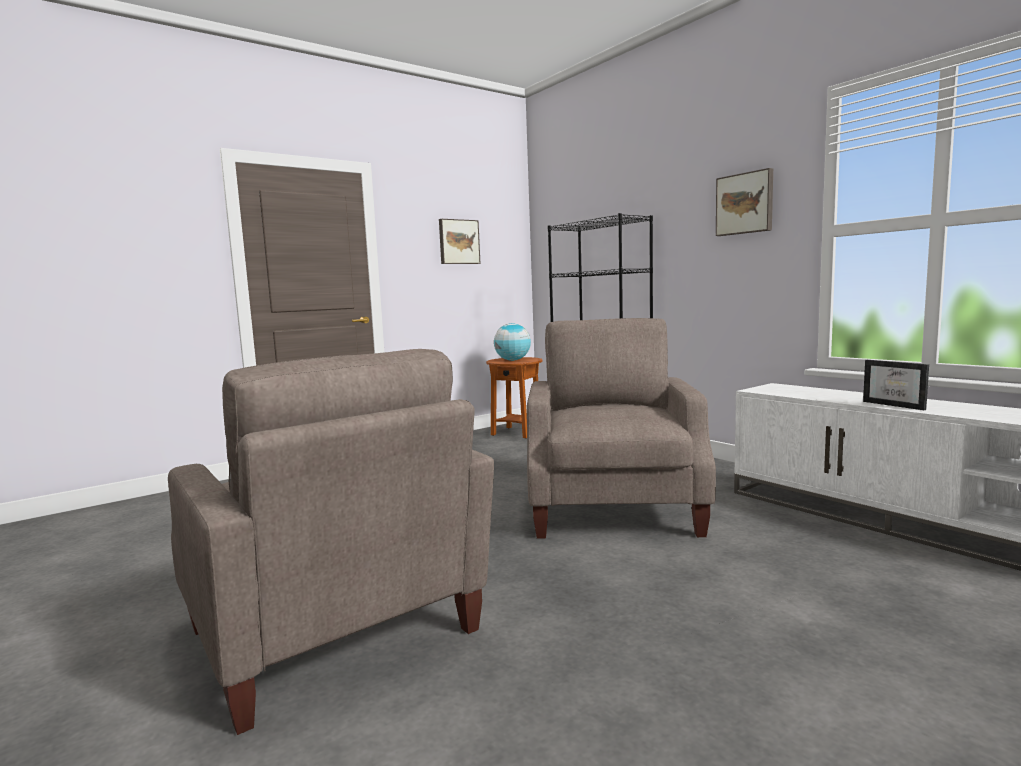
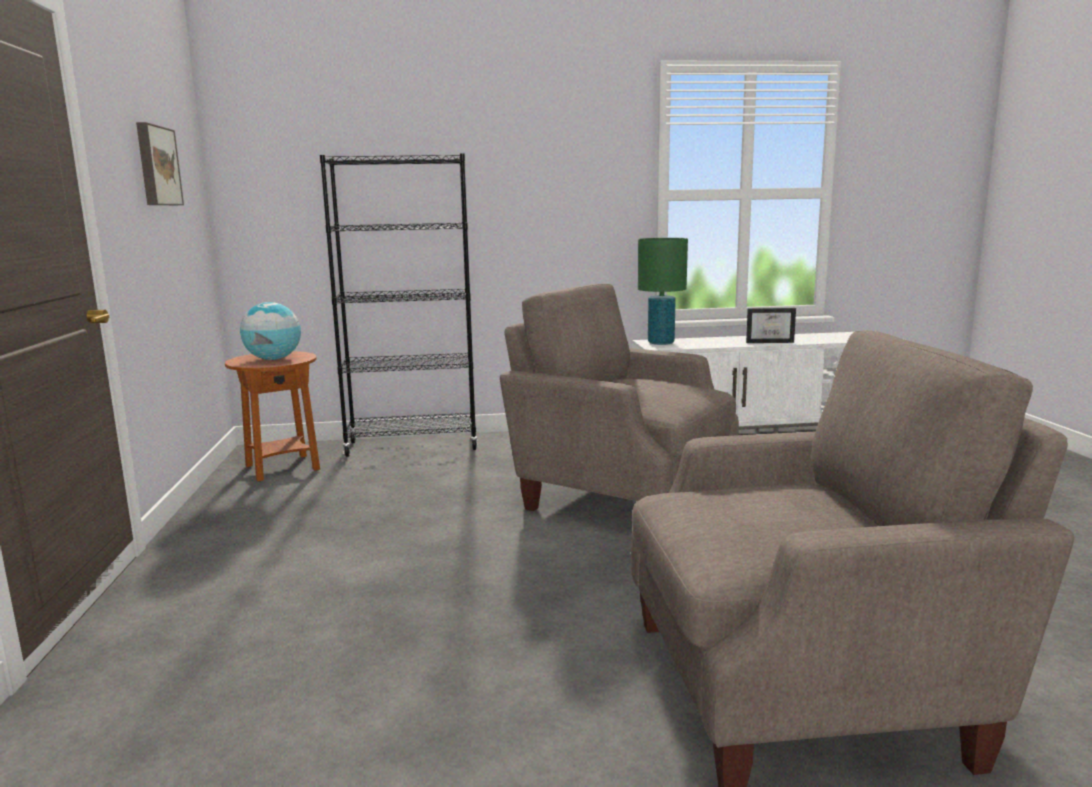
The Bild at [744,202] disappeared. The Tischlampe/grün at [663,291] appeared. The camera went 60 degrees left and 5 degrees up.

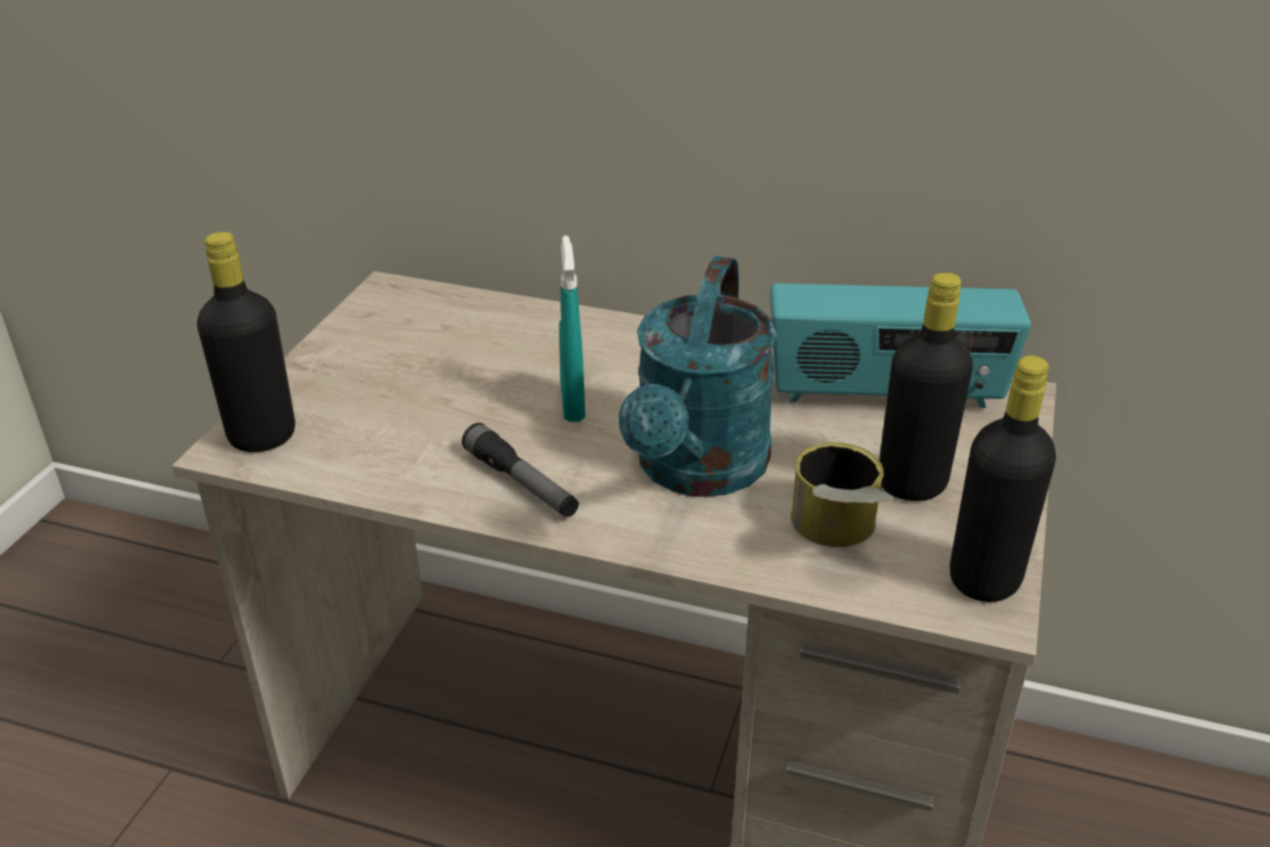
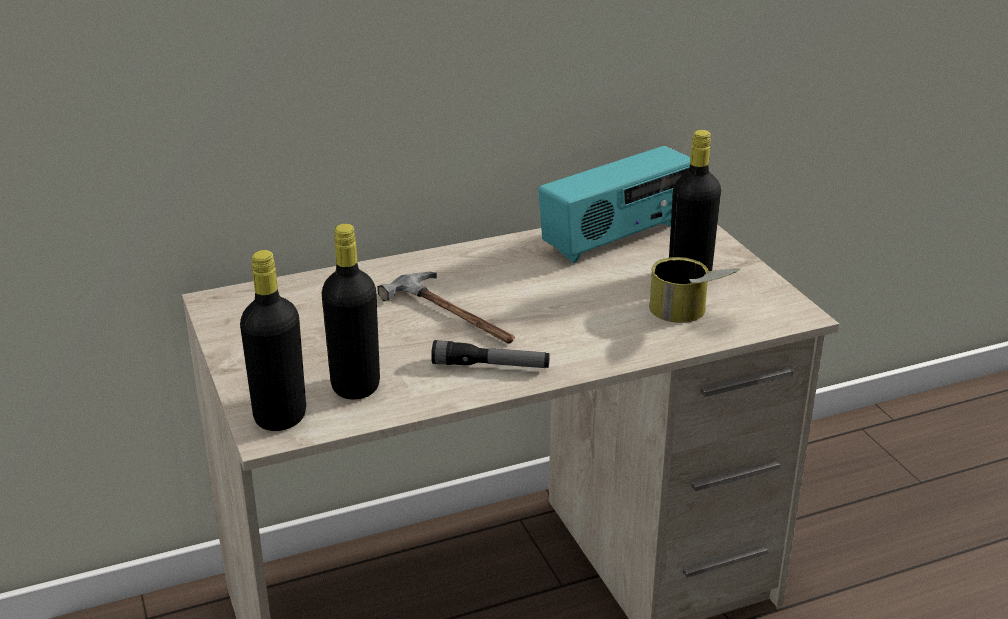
The Sprühflasche/türkis at [572,328] was replaced by the Hammer at [446,308]. The Gießkanne/türkis at [698,376] disappeared. The Flasche/schwarz moved from [1003,479] to [351,312]. The camera went 40 degrees left and 5 degrees down.

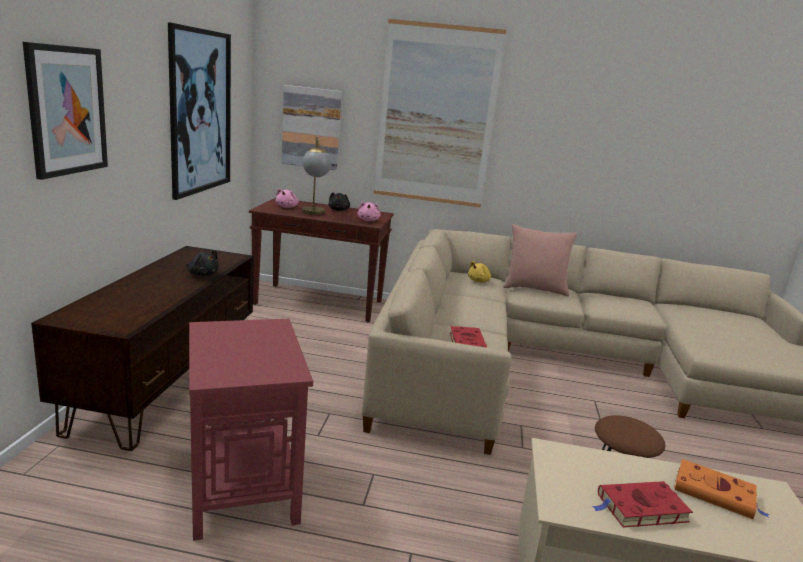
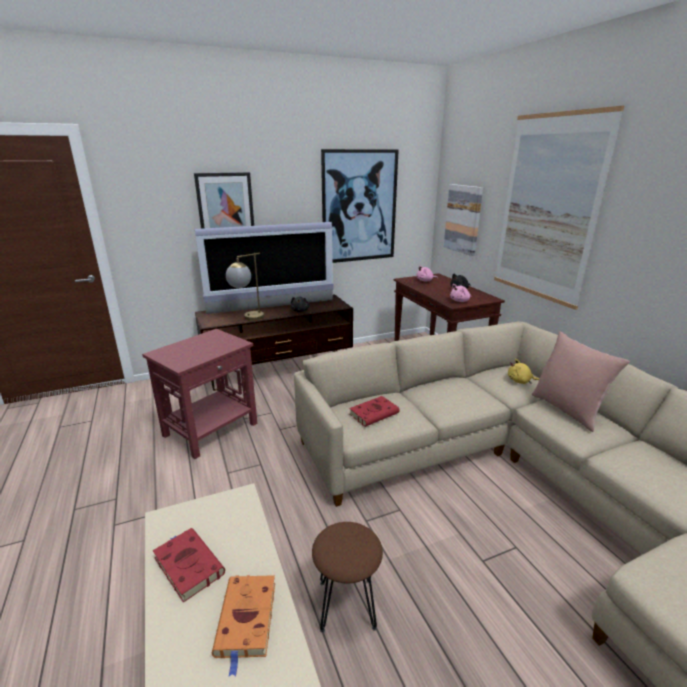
The Tischlampe moved from [316,176] to [245,287]. The Fernseher at [264,268] appeared. The camera went 60 degrees right and 5 degrees up.

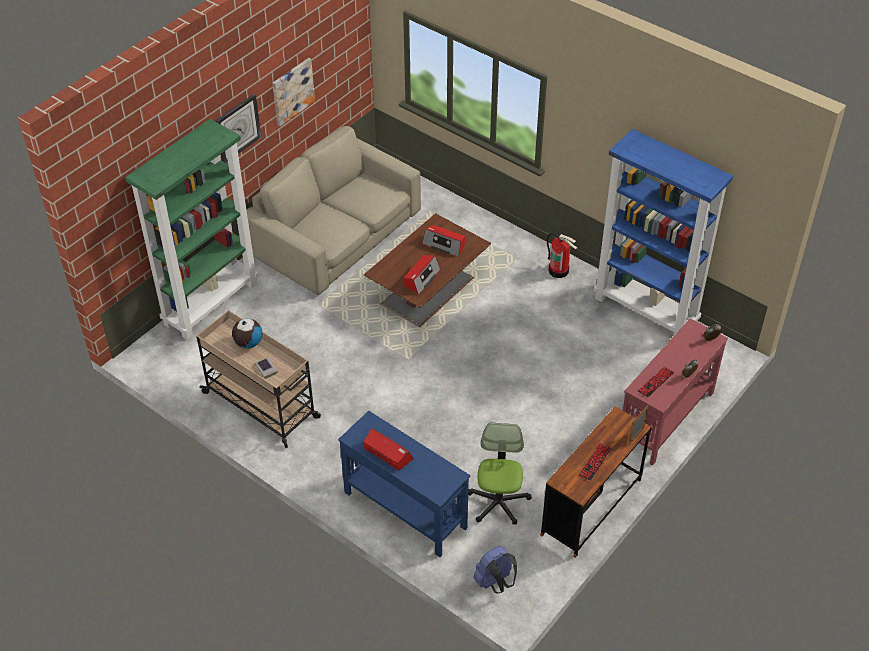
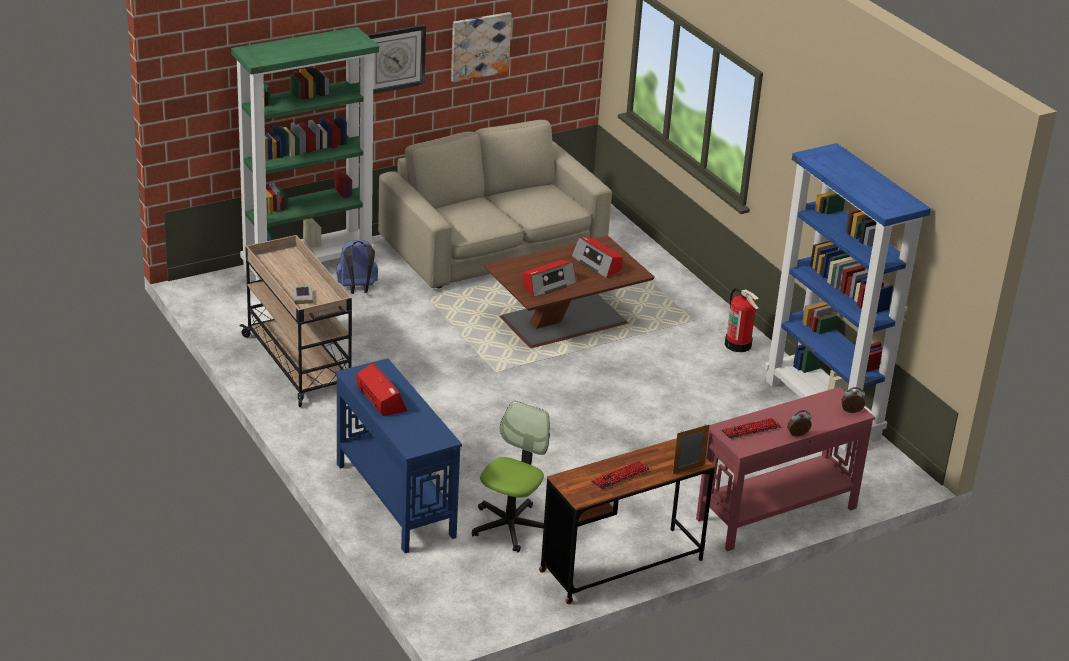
The Globus at [247,333] disappeared. The Rucksack/blau moved from [495,570] to [357,267]. The camera went 20 degrees right and 15 degrees down.

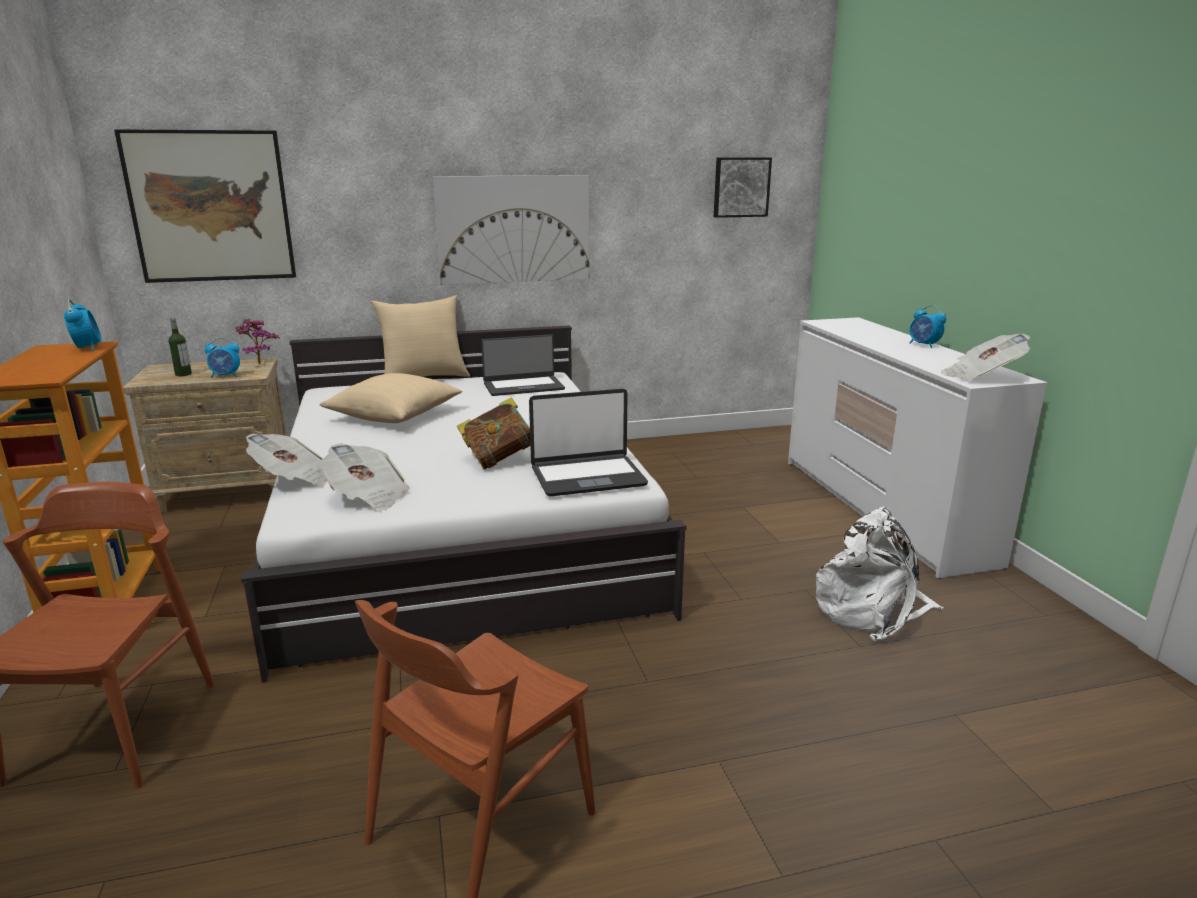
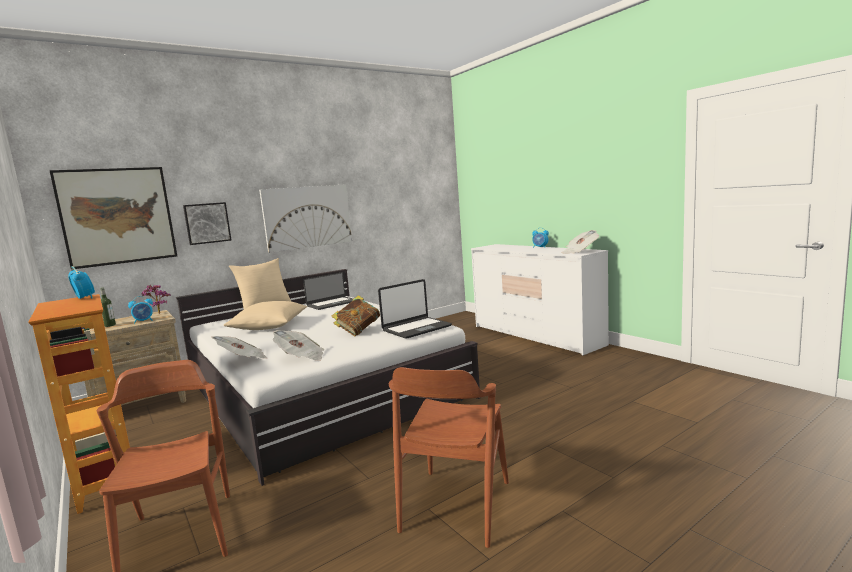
The Bild moved from [743,187] to [207,223]. The Rucksack/weiß at [880,574] disappeared. The camera went 20 degrees left and 10 degrees down.

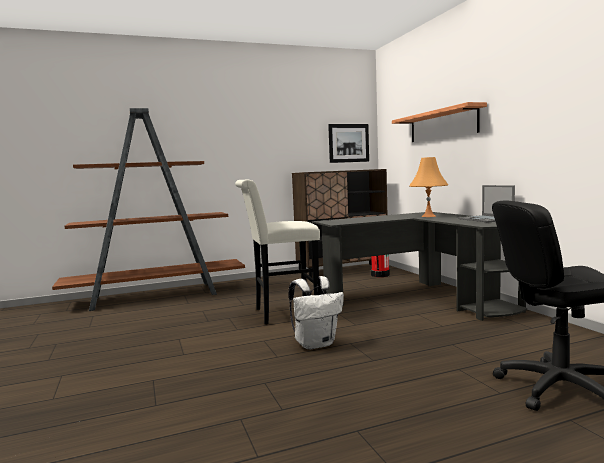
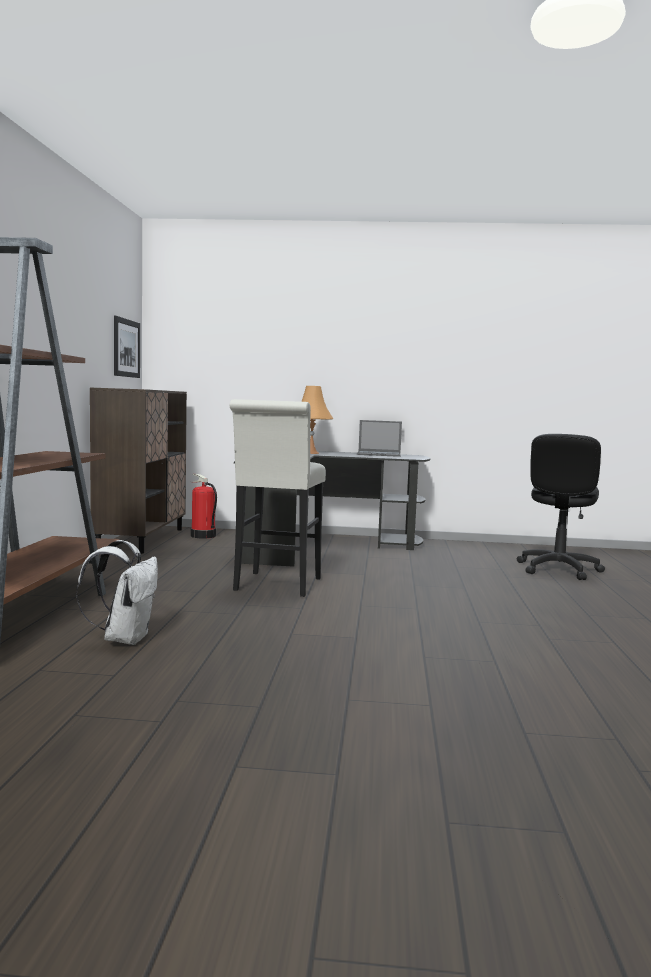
The Rucksack/weiß moved from [316,313] to [117,592]. The Wandregal at [439,122] disappeared. The camera went 65 degrees left and 0 degrees up.

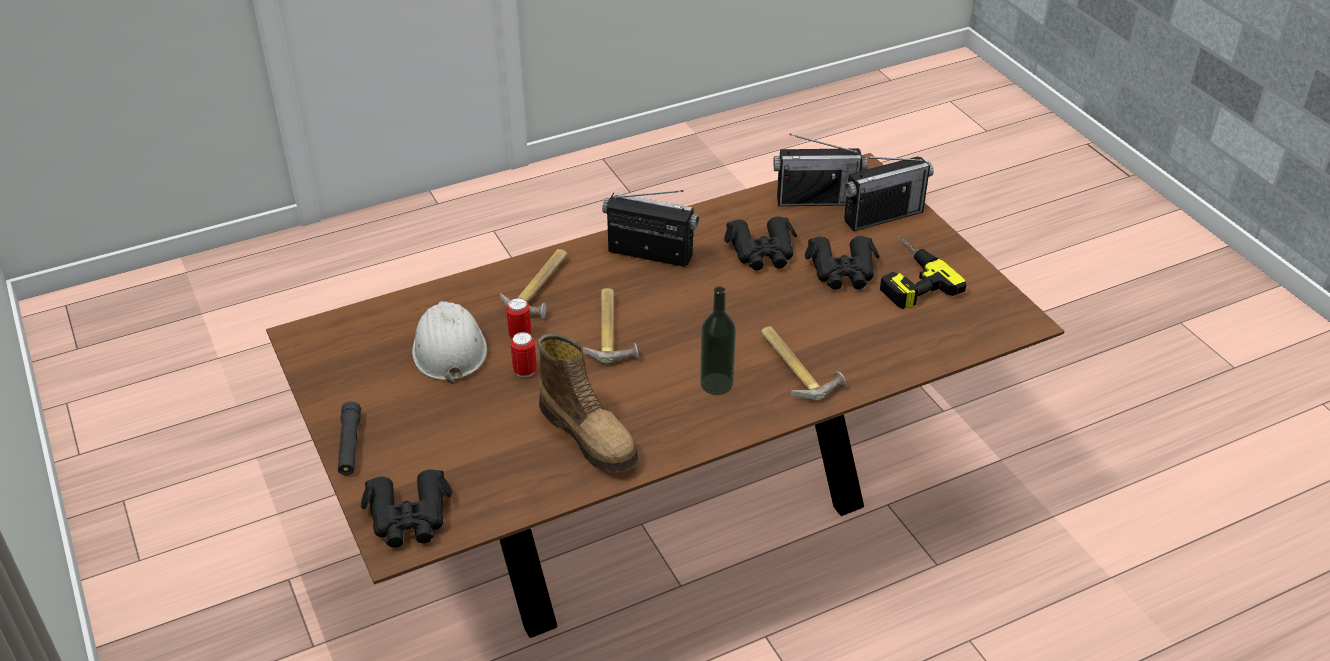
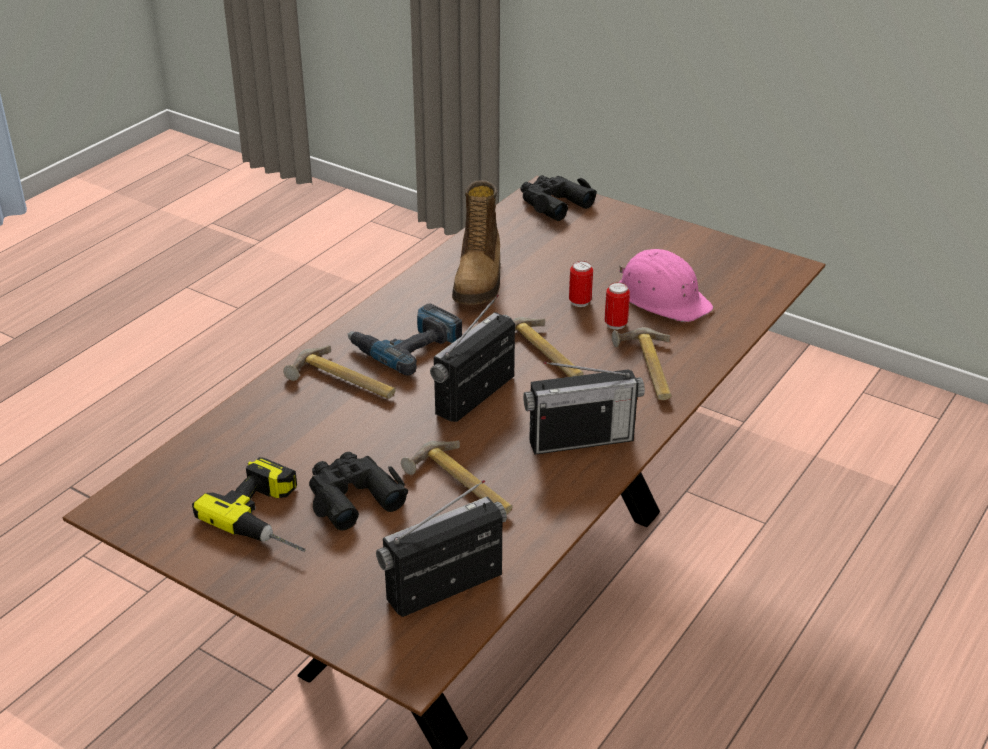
The Taschenlampe/schwarz at [349,438] disappeared. The Schutzhelm/weiß at [449,342] became the Schutzhelm/rosa at [666,285]. The Stiefel at [587,403] turned 105 degrees counterclockwise. The Flasche at [718,340] was replaced by the Bohrmaschine at [404,339]. The Fernglas/schwarz at [760,243] was replaced by the Hammer at [457,478]. The Radio moved from [889,193] to [472,358]. The camera went 150 degrees right and 5 degrees down.

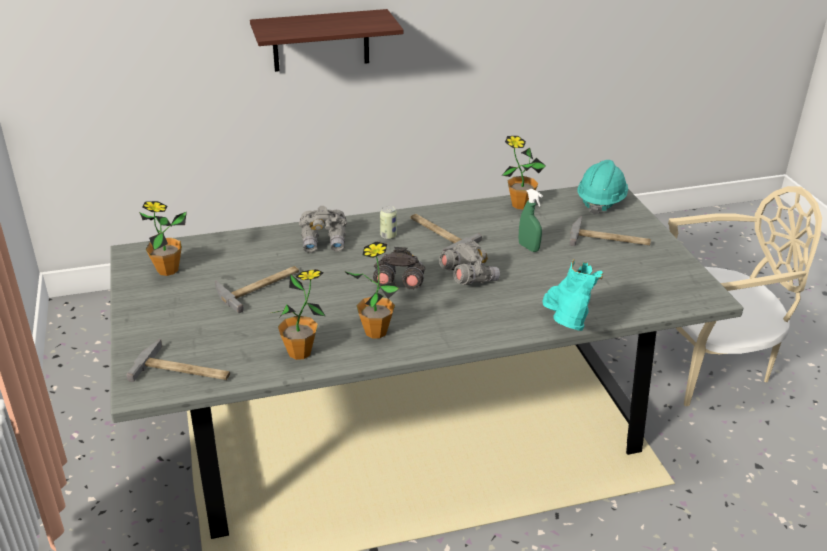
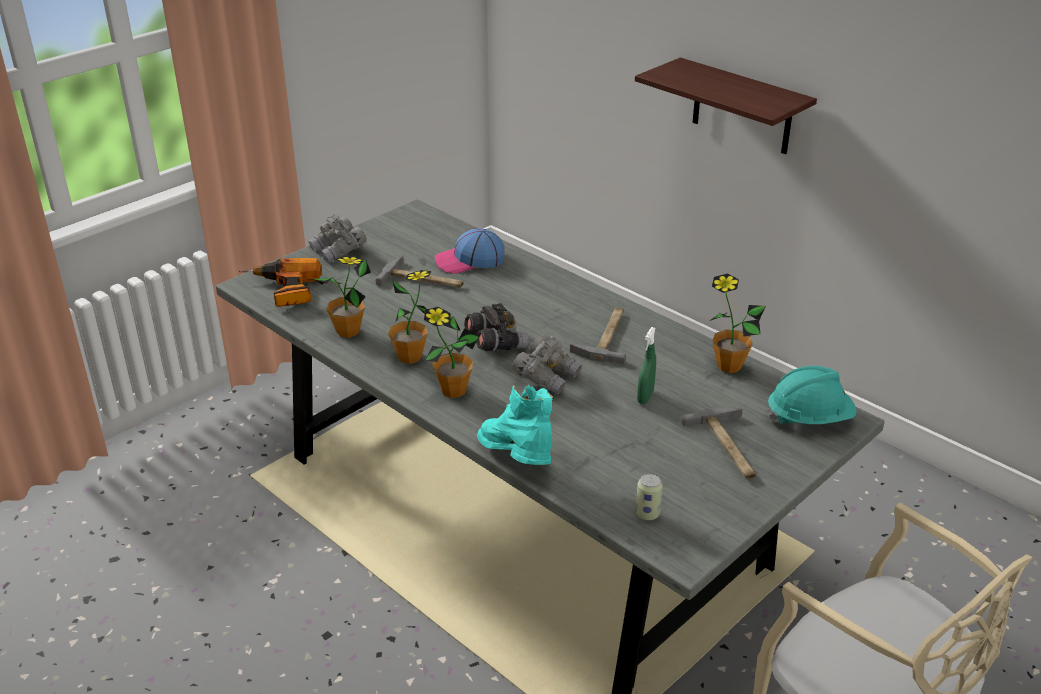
The Hammer at [178,360] was replaced by the Bohrmaschine at [280,282]. The Topfpflanze moved from [163,238] to [451,352]. The Fernglas/grau moved from [323,229] to [337,238]. The Dose moved from [388,222] to [649,497]. The Stiefel/türkis at [573,295] turned 90 degrees counterclockwise. The Kappe at [469,251] appeared. The camera went 60 degrees right and 0 degrees up.

